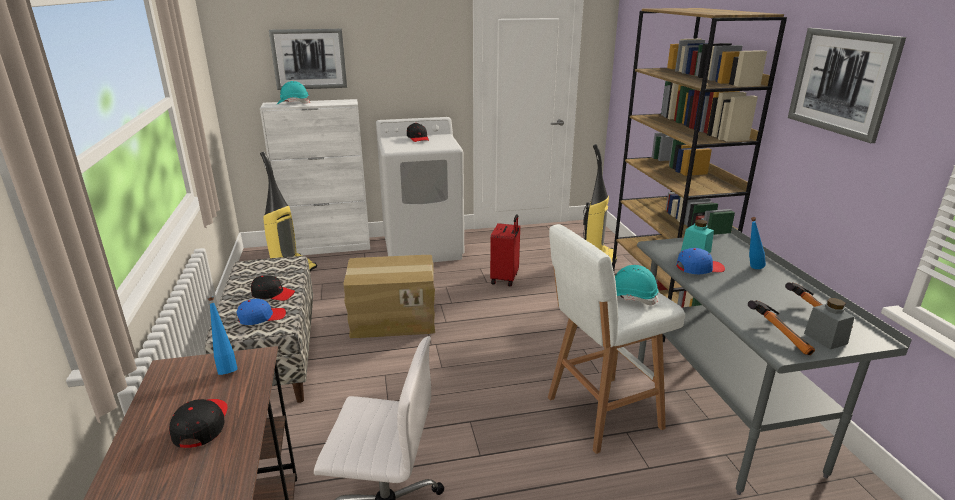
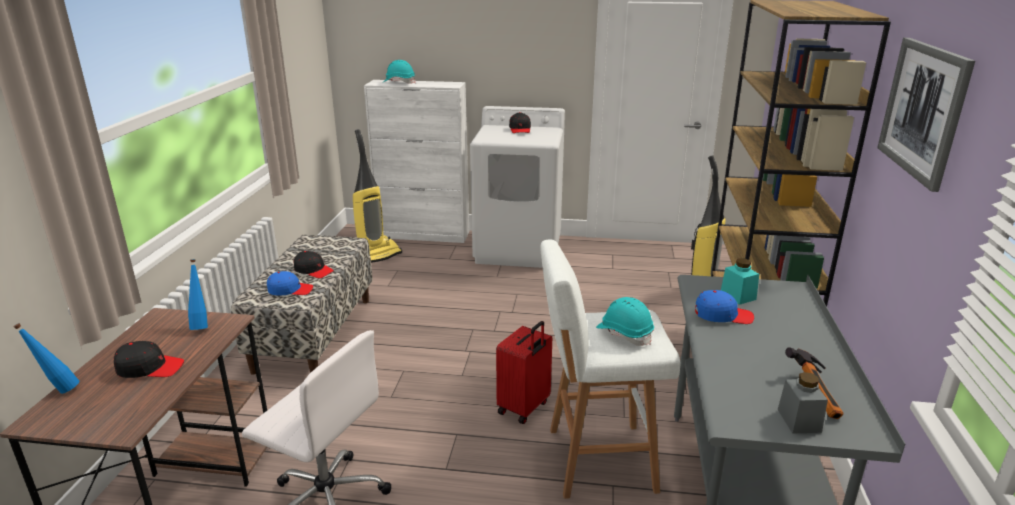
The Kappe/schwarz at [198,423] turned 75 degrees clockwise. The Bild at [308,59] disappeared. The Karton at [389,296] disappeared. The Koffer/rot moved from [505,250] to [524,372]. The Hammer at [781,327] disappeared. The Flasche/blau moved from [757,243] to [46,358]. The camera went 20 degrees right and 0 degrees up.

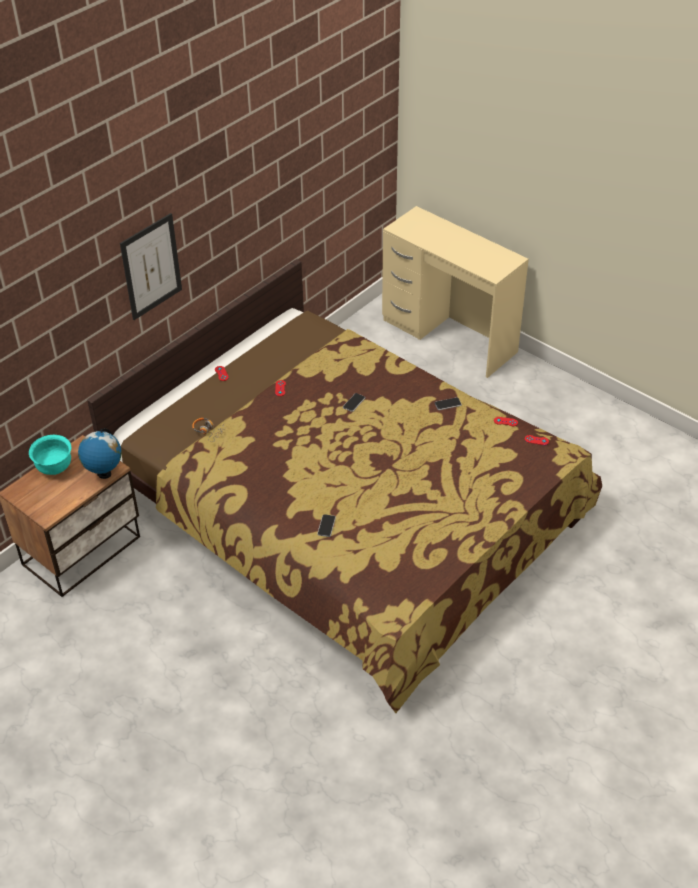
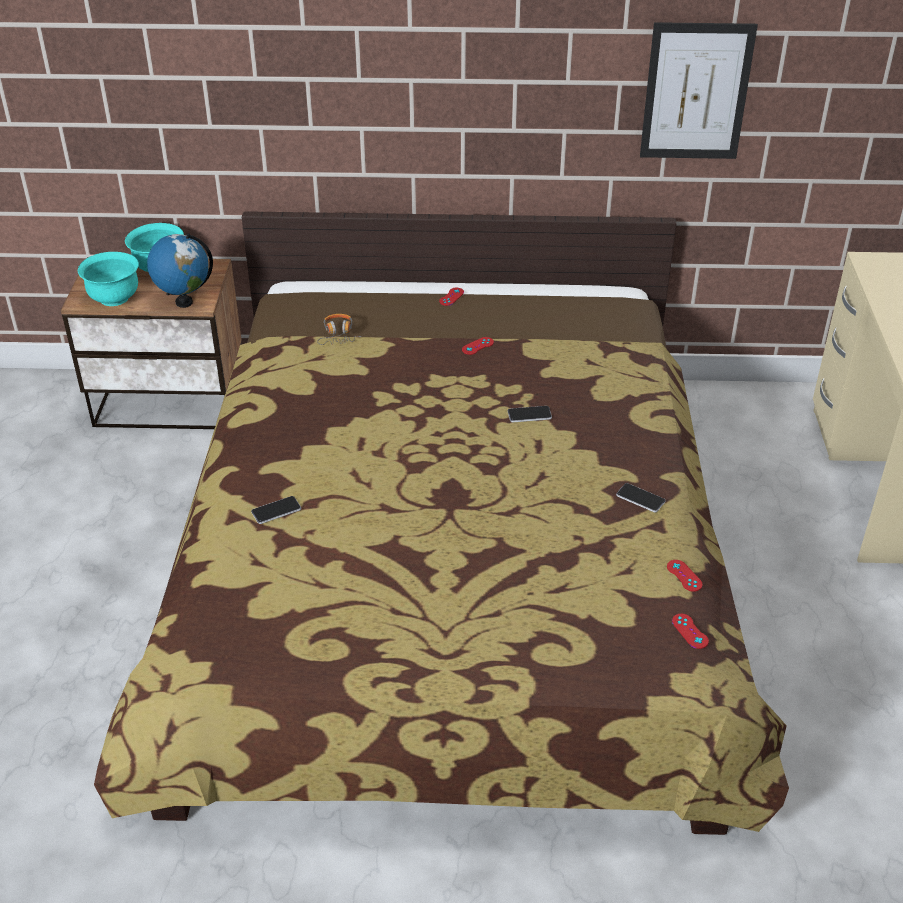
The Bild moved from [151,266] to [699,90]. The Schüssel/türkis at [108,279] appeared. The camera went 50 degrees right and 5 degrees down.

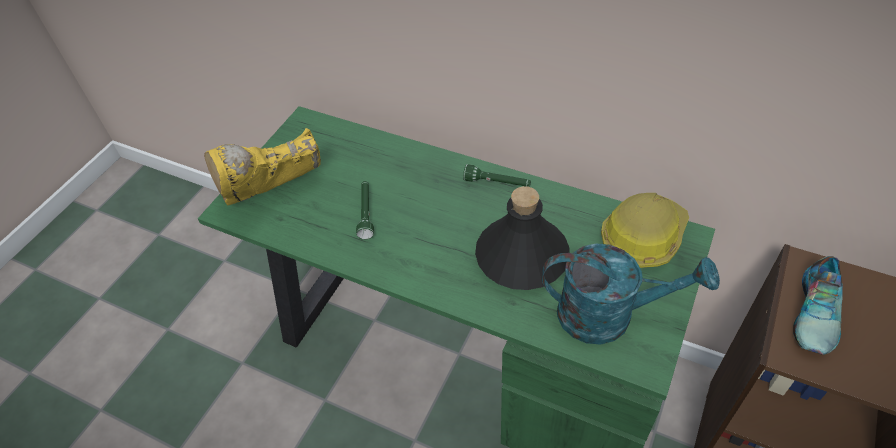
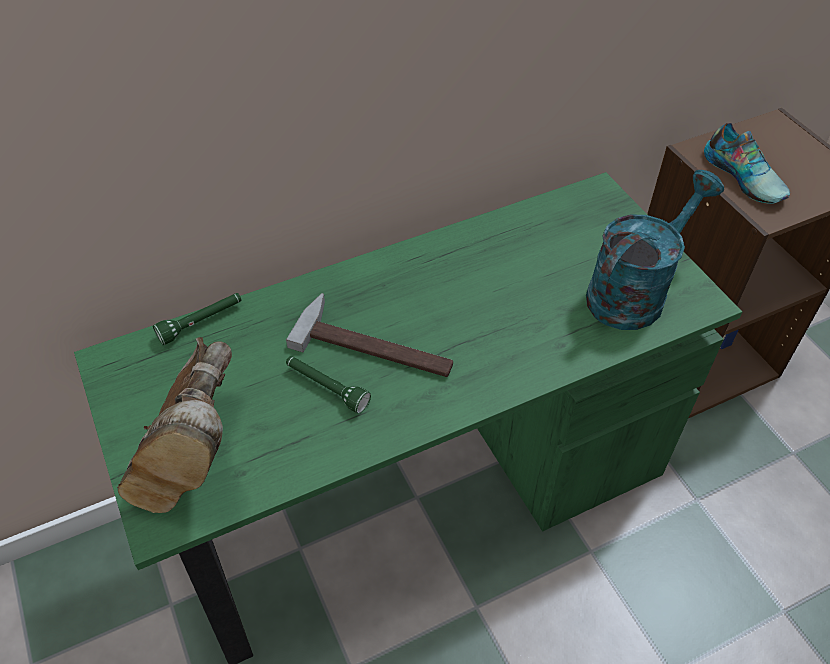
The Stiefel/gelb at [262,167] became the Stiefel/braun at [174,425]. The Taschenlampe/grün moved from [497,175] to [197,319]. The Flasche/schwarz at [522,238] disappeared. The Schutzhelm at [645,230] disappeared. The Hammer at [369,335] appeared. The camera went 55 degrees left and 0 degrees up.

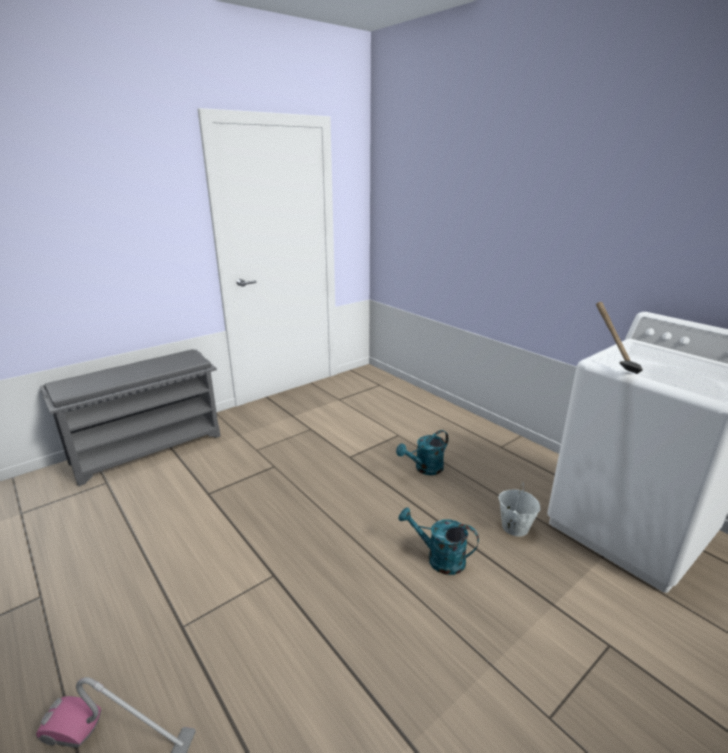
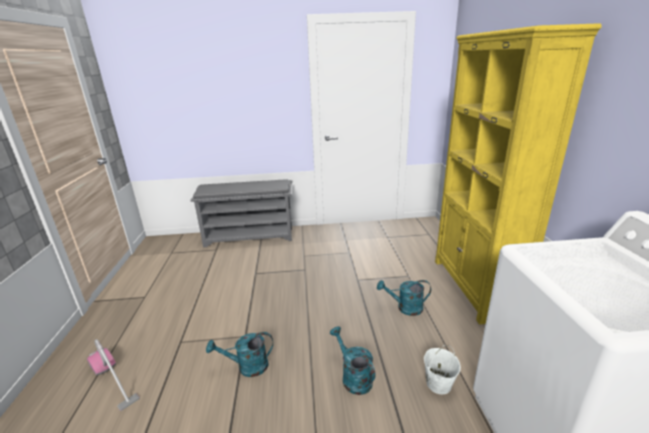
The Hammer at [619,338] disappeared. The Gießkanne/türkis at [239,354] appeared. The Bücherregal/gelb at [518,174] appeared. The camera went 35 degrees right and 0 degrees up.

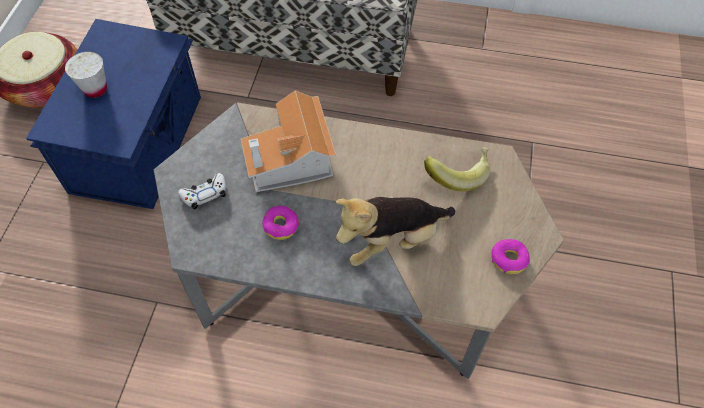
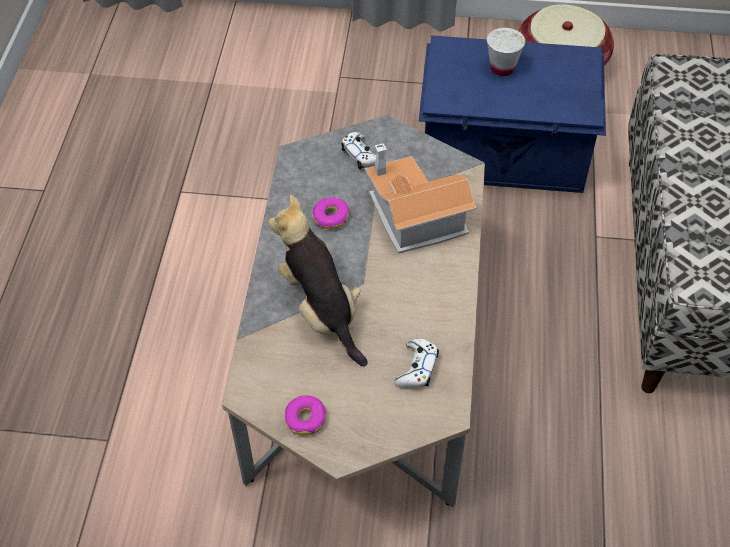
The Banane at [457,169] was replaced by the Gamepad/weiß at [417,363]. The camera went 85 degrees right and 5 degrees down.

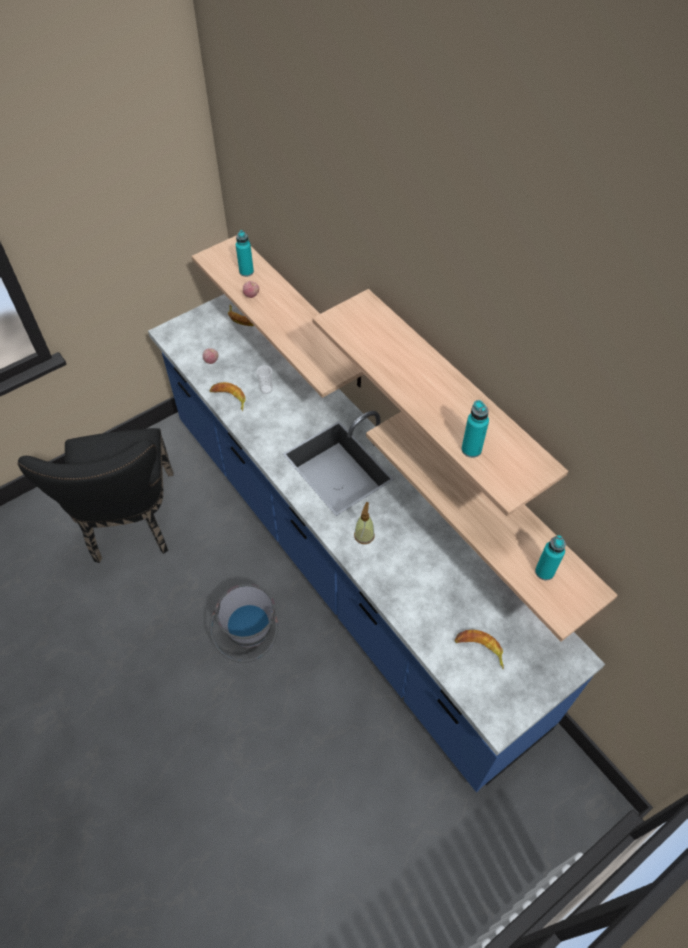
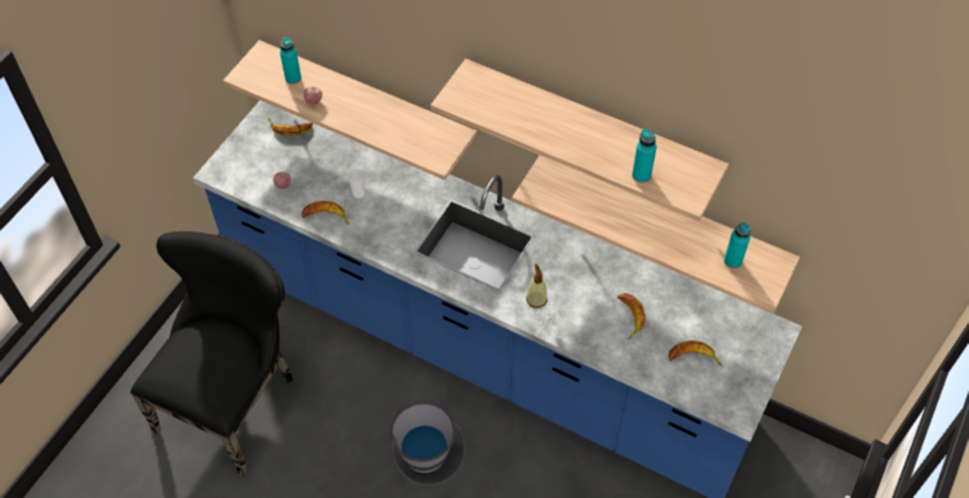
The Stuhl/schwarz at [95,495] turned 120 degrees counterclockwise. The Banane at [631,316] appeared. The camera went 25 degrees left and 0 degrees up.

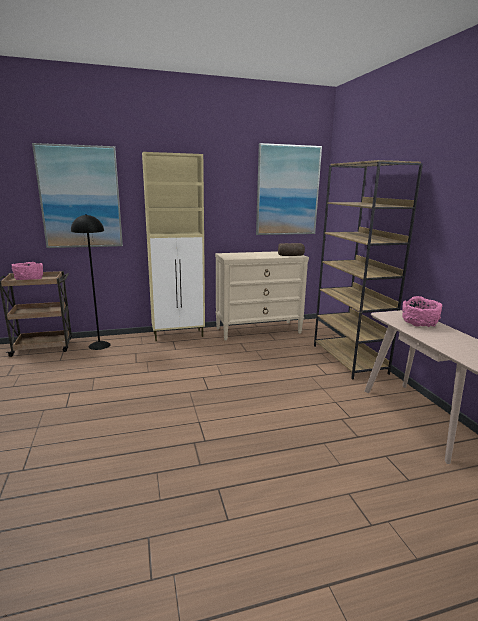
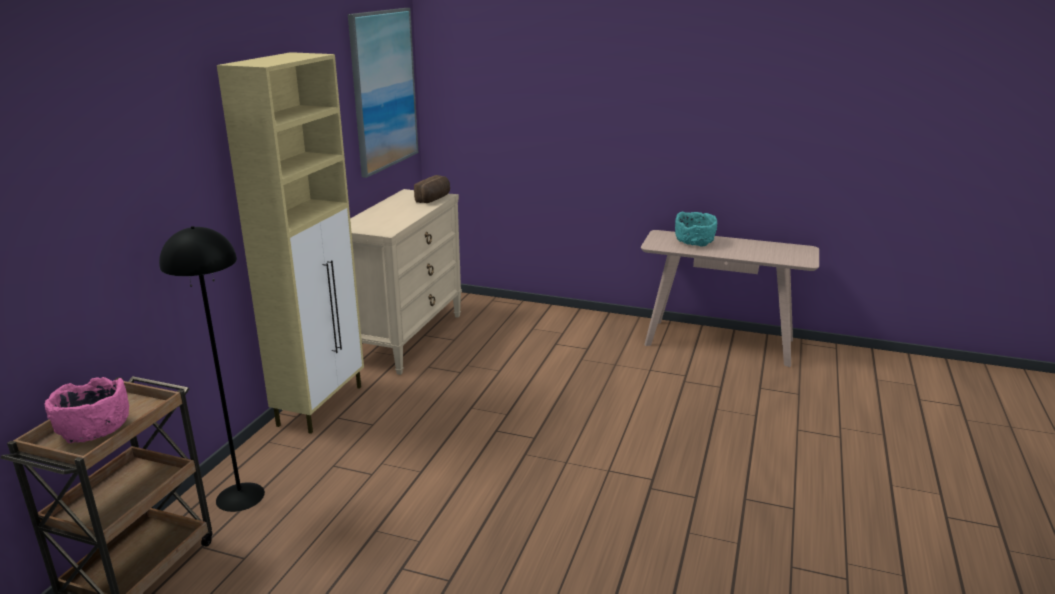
The Bild at [77,195] disappeared. The Bücherregal/braun at [368,270] disappeared. The Schüssel/rosa at [422,311] became the Schüssel/türkis at [696,229]. The camera went 55 degrees left and 5 degrees up.

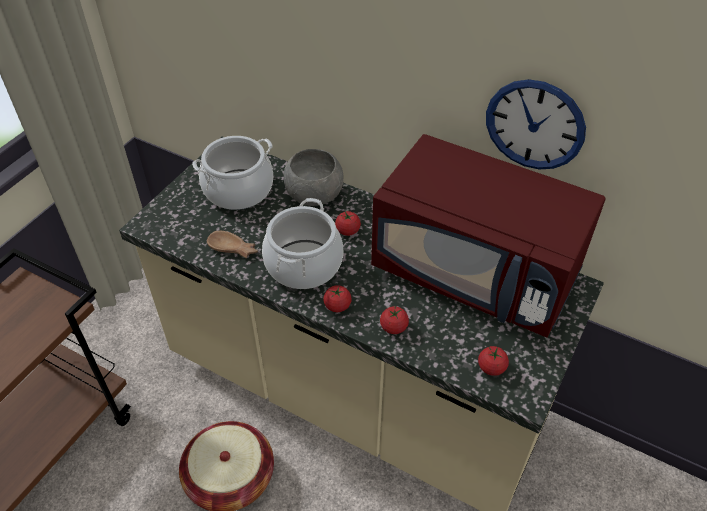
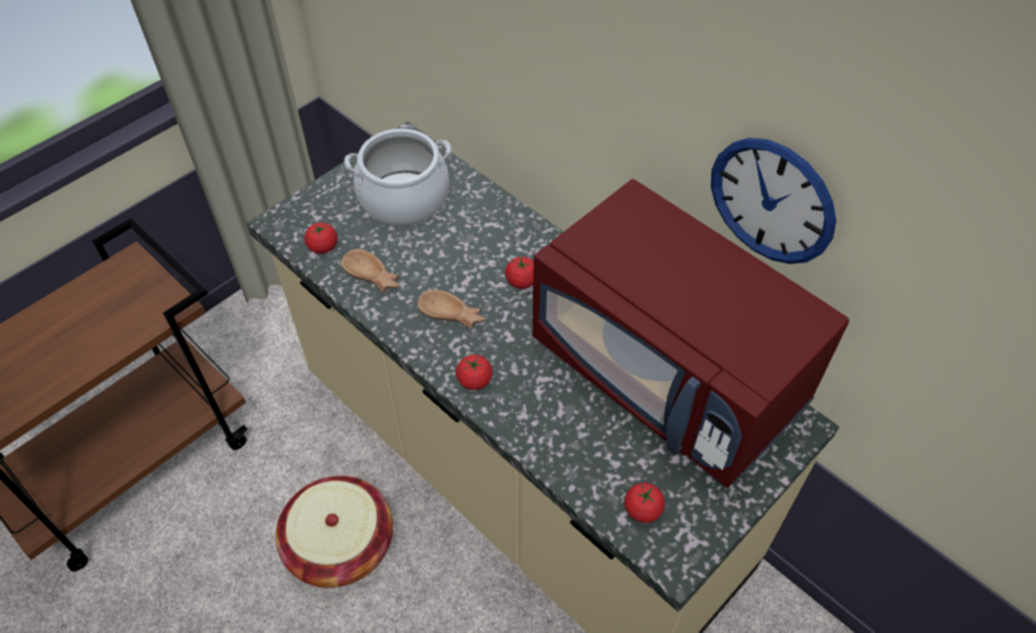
The Kochtopf at [302,243] was replaced by the Schüssel/braun at [452,309]. The Schüssel/grau at [313,177] disappeared. The Tomate moved from [394,320] to [321,238]. The camera went 15 degrees right and 5 degrees up.

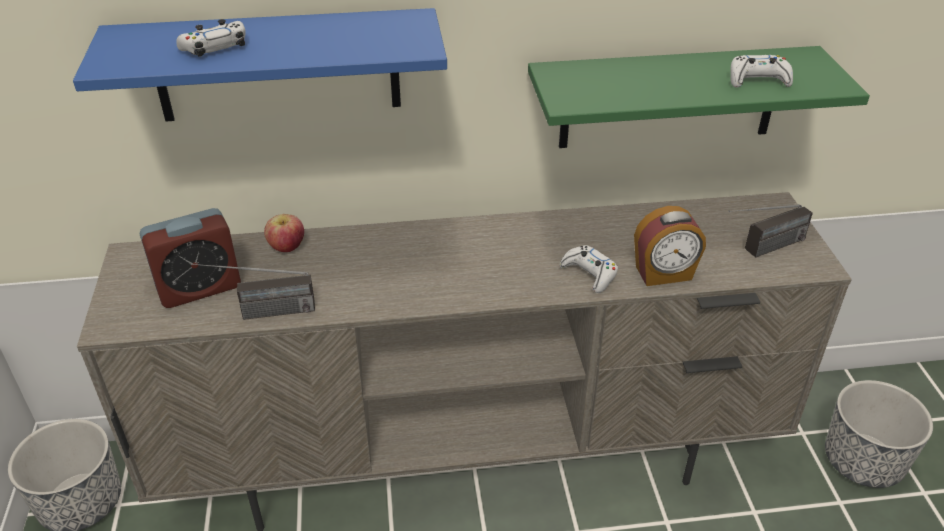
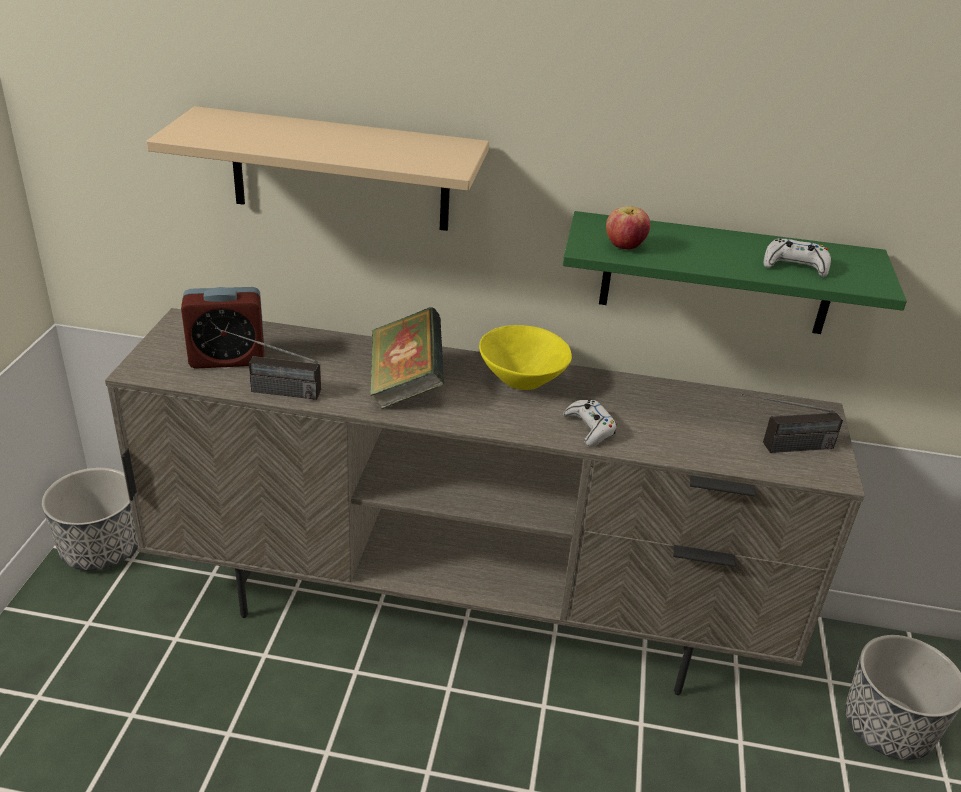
The Wandregal/blau at [260,65] became the Wandregal/beige at [317,168]. The Gamepad/weiß at [211,38] disappeared. The Apfel moved from [284,233] to [628,227]. The Wecker at [670,246] disappeared. The Buch at [407,358] appeared. The Schüssel/gelb at [525,357] appeared. The camera went 15 degrees right and 5 degrees down.

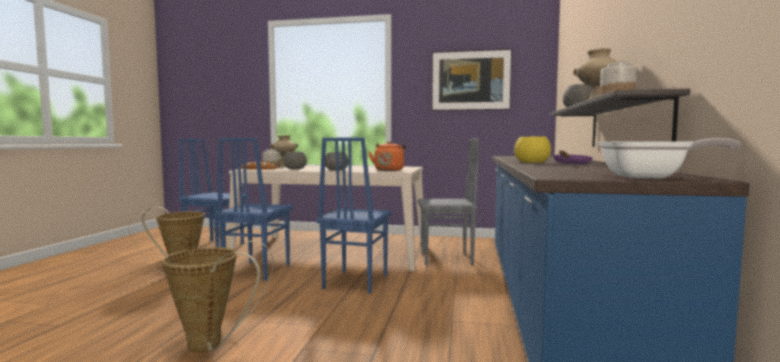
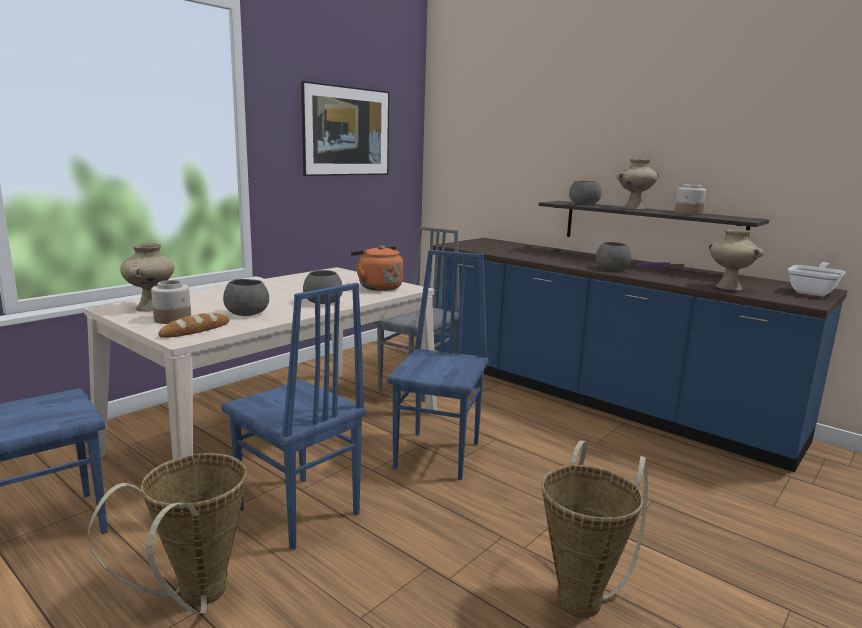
The Stuhl/blau at [354,216] turned 120 degrees counterclockwise. The Schüssel/gelb at [532,149] became the Schüssel/grau at [613,256]. The Vase/beige at [736,260] appeared. The camera went 60 degrees left and 10 degrees up.

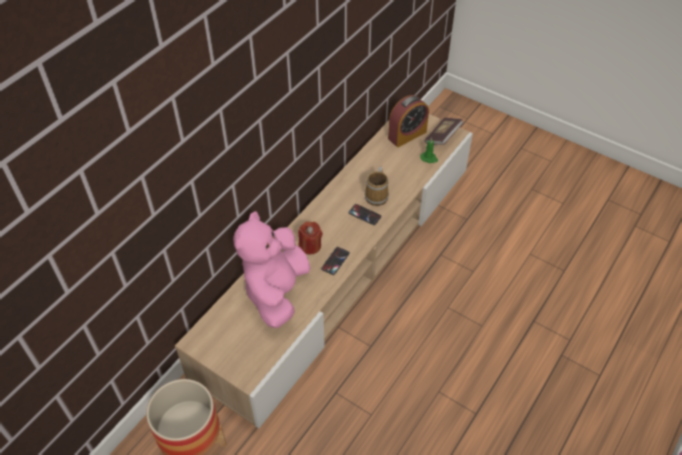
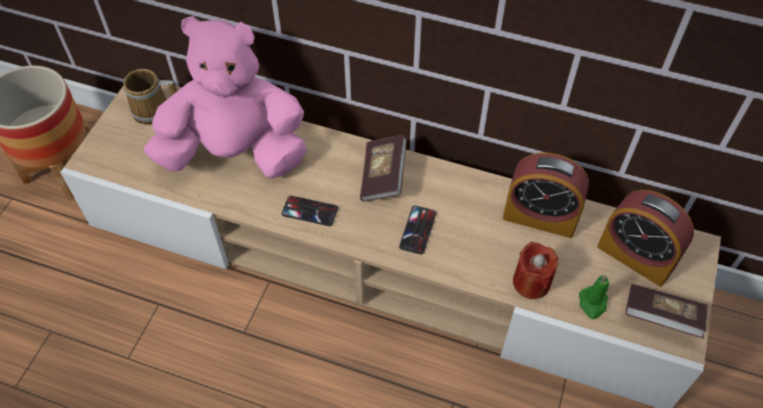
The Kerze/rot moved from [310,238] to [536,270]. The Henkelbecher moved from [377,186] to [150,97]. The Buch at [383,168] appeared. The Wecker at [546,195] appeared. The camera went 75 degrees right and 5 degrees up.

